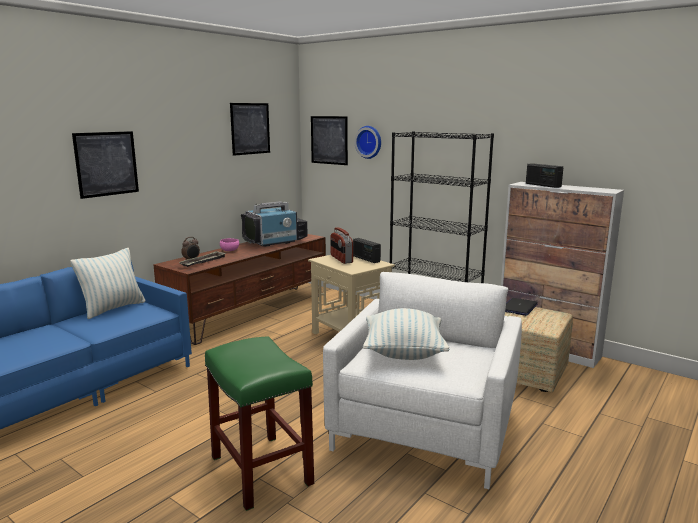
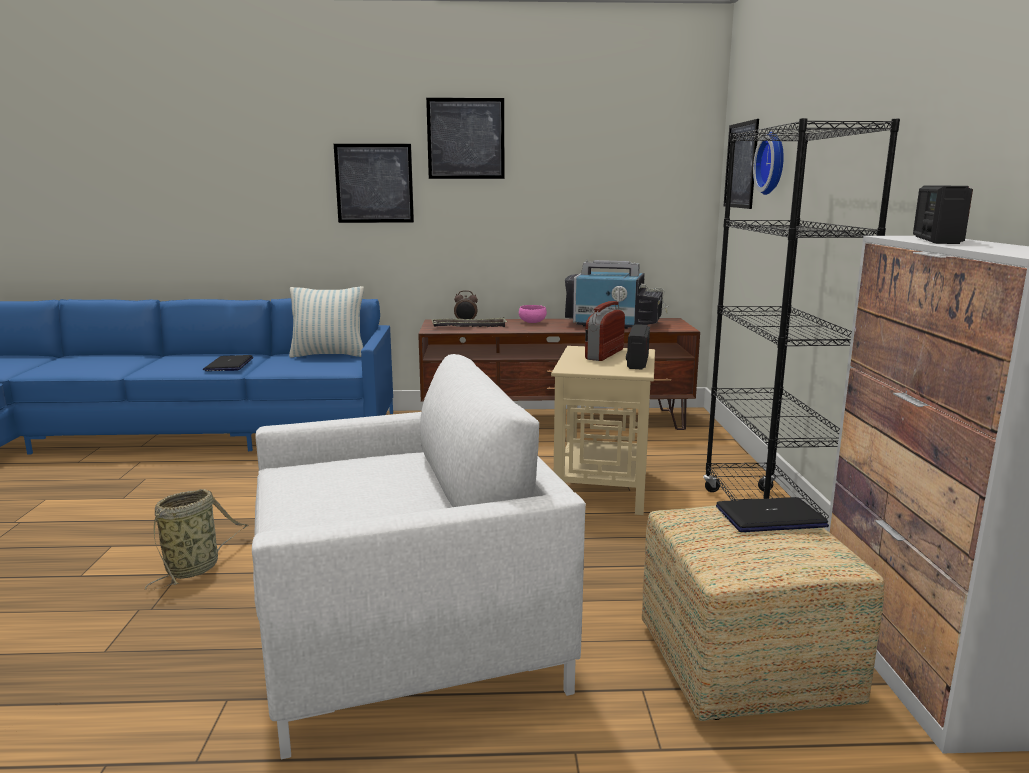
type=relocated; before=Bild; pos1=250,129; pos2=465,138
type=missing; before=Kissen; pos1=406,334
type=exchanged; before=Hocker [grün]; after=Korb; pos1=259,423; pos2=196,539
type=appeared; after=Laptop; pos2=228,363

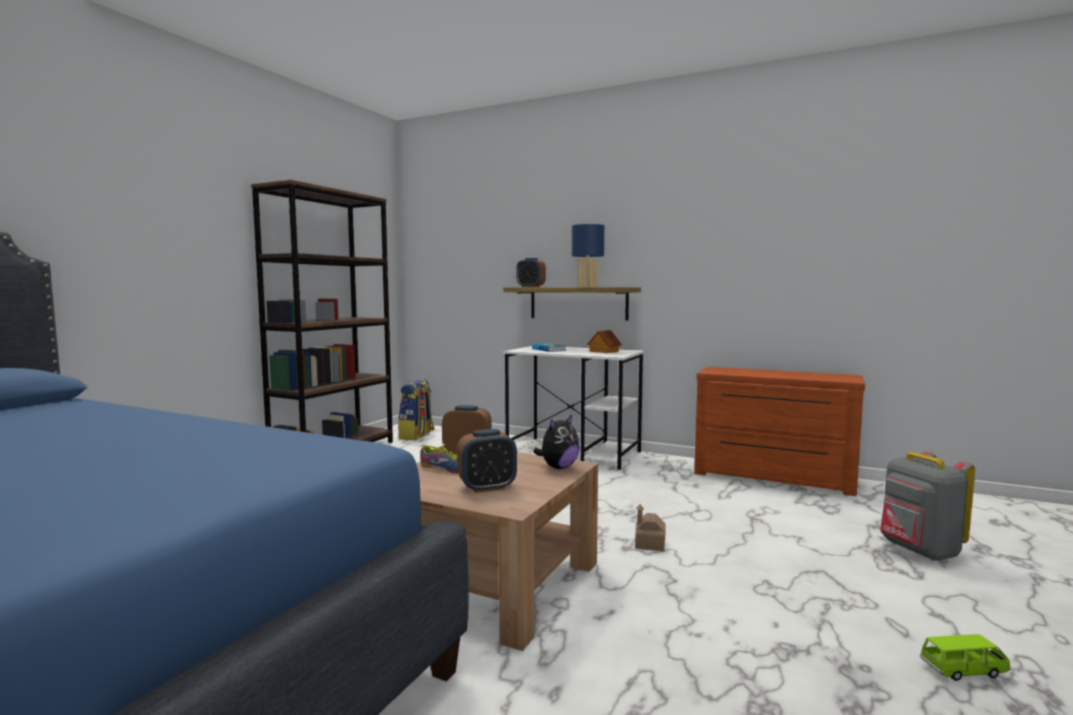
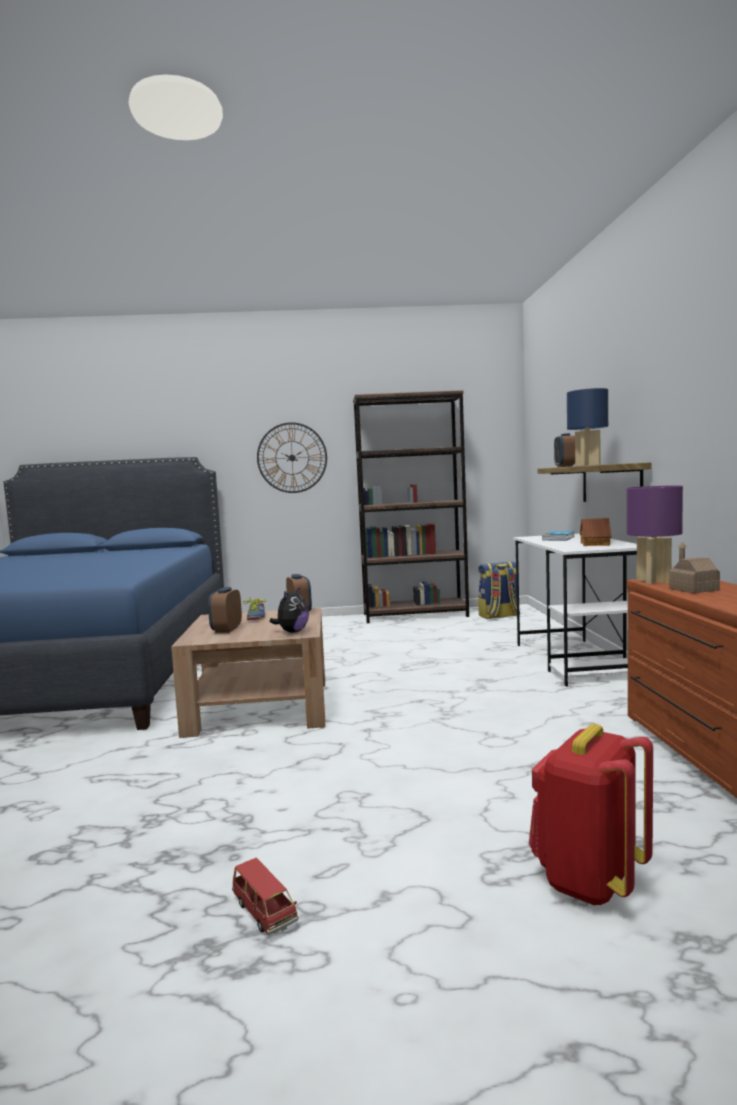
type=spun; before=Plüschtier; pos1=556,442; pos2=289,610; turn=-75
type=spun; before=Wecker; pos1=487,461; pos2=225,610; turn=60
type=colour; before=Rucksack [grau]; after=Rucksack [rot]; pos1=927,506; pos2=591,814
type=relocated; before=Spielzeughaus; pos1=650,527; pos2=694,567
type=colour; before=Spielzeugauto [grün]; after=Spielzeugauto [rot]; pos1=965,657; pos2=265,896
type=appeared; after=Wanduhr; pos2=292,457
type=appeared; after=Tischlampe [lila]; pos2=654,534

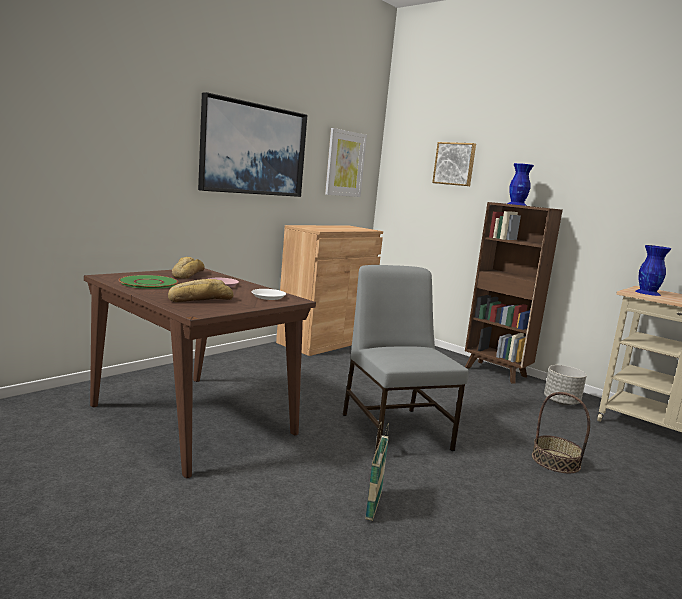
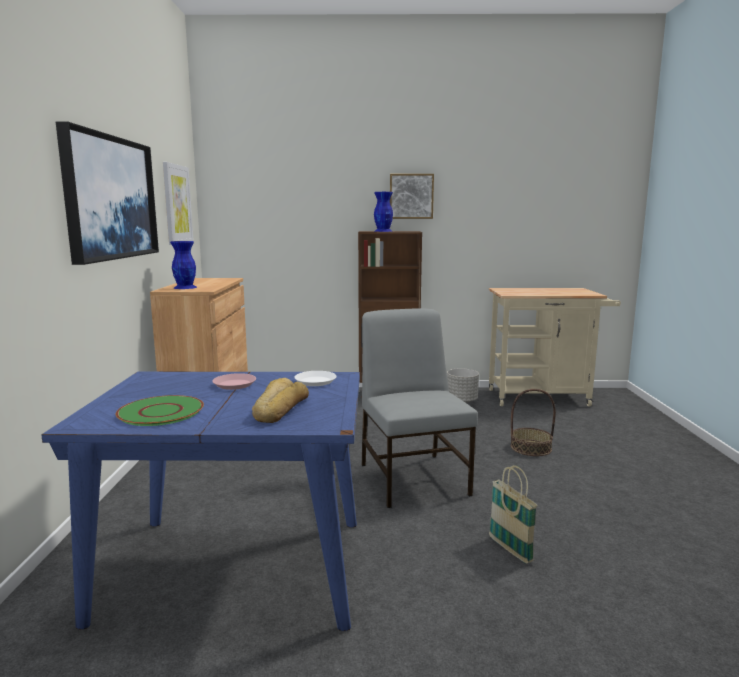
type=relocated; before=Bild; pos1=454,164; pos2=412,196
type=relocated; before=Vase [blau]; pos1=653,270; pos2=183,265
type=missing; before=Brot; pos1=188,268
type=spun; before=Stuhl [grau]; pos1=406,358; pos2=420,408; turn=45
type=colour; before=Esstisch [braun]; after=Esstisch [blau]; pos1=200,373; pos2=200,501

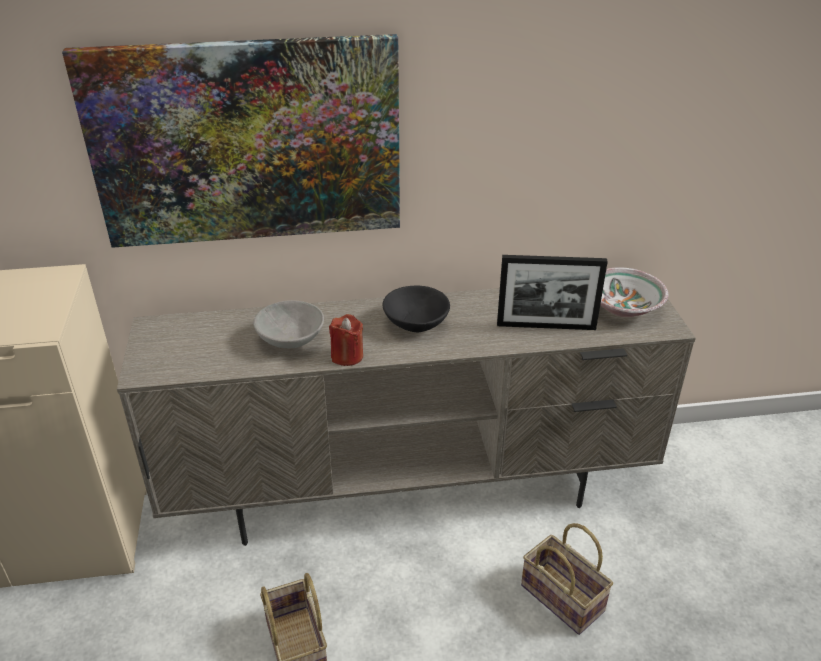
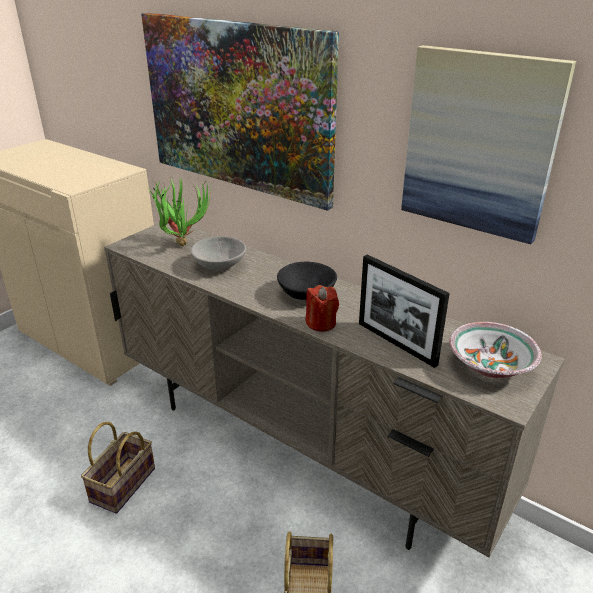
type=relocated; before=Kerze [rot]; pos1=346,340; pos2=322,308
type=appeared; after=Bild; pos2=488,144
type=appeared; after=Topfpflanze; pos2=179,212

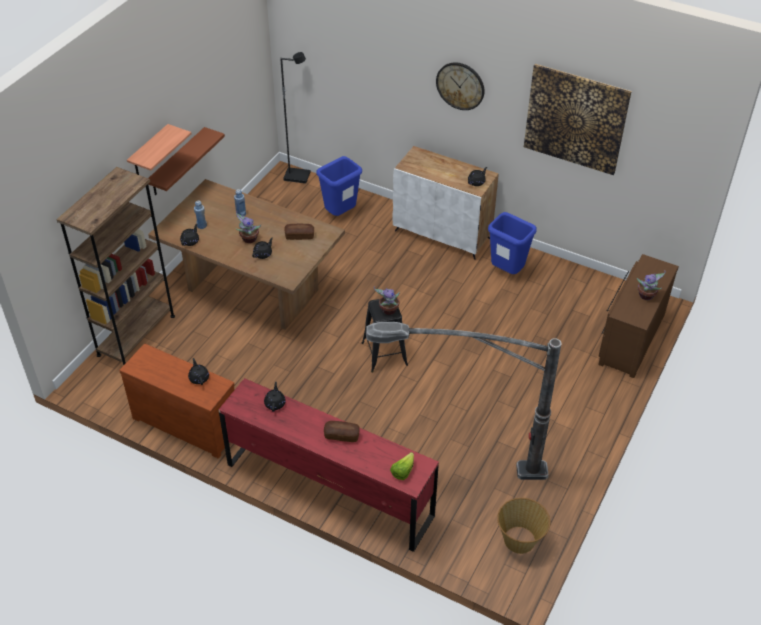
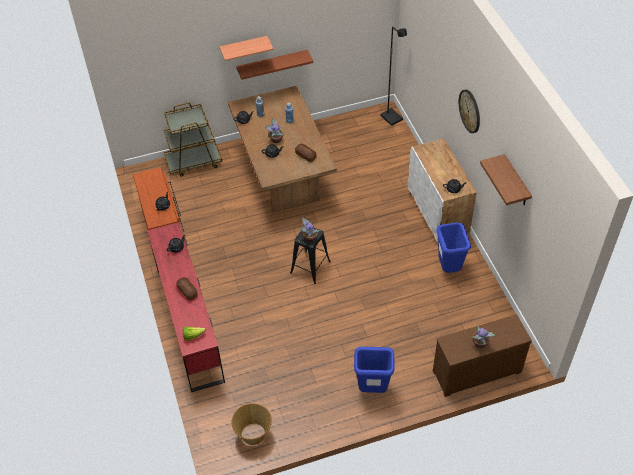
type=exchanged; before=Bild; after=Wandregal; pos1=578,119; pos2=506,179
type=relocated; before=Mülleimer [blau]; pos1=339,186; pos2=374,370
type=exchanged; before=Bücherregal [braun]; after=Rollwagen [braun]; pos1=115,266; pos2=193,140
type=missing; before=Stehlampe; pos1=463,401

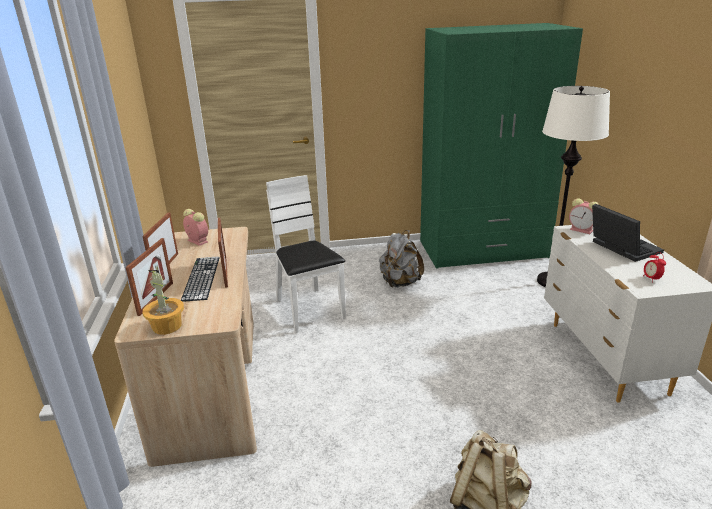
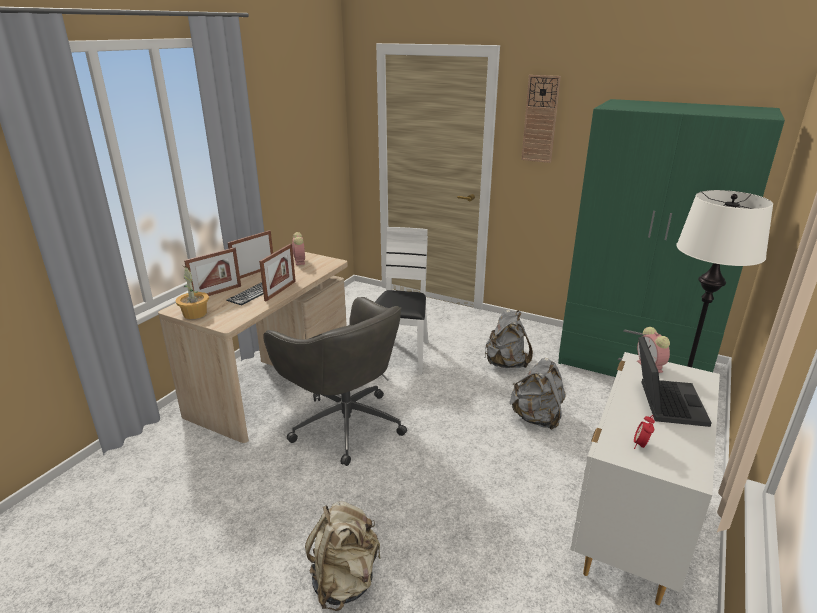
type=appeared; after=Wanduhr; pos2=541,119
type=appeared; after=Bürostuhl [grau]; pos2=335,381
type=appeared; after=Rucksack [grau]; pos2=537,394

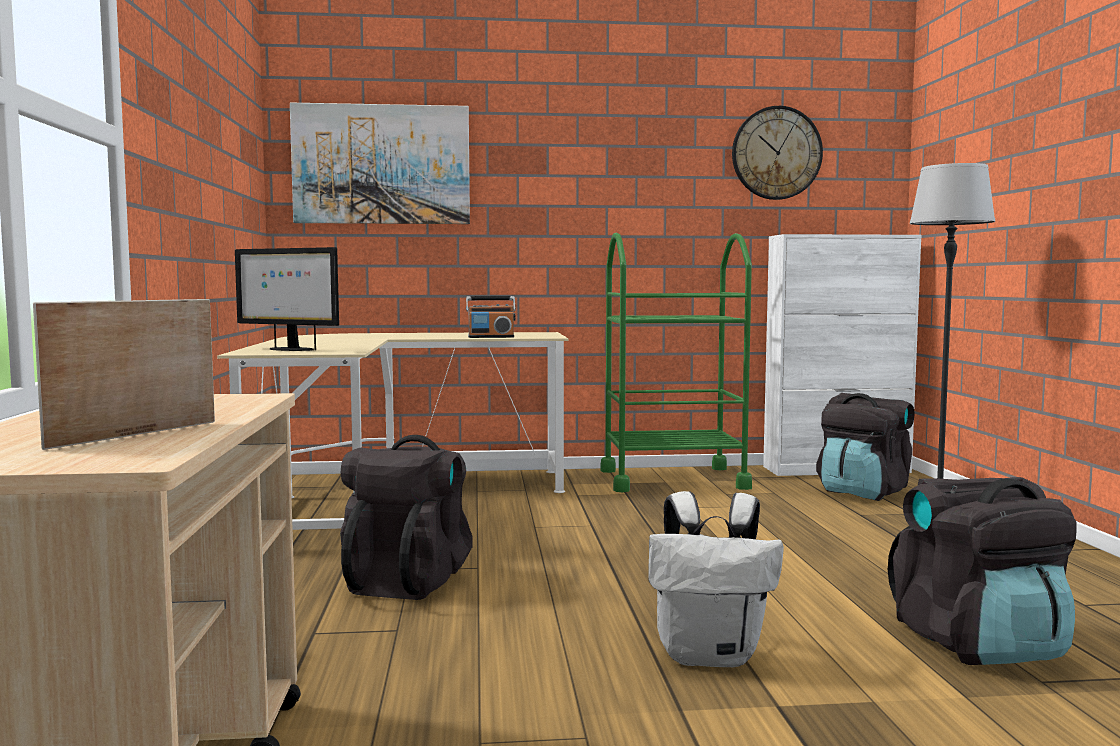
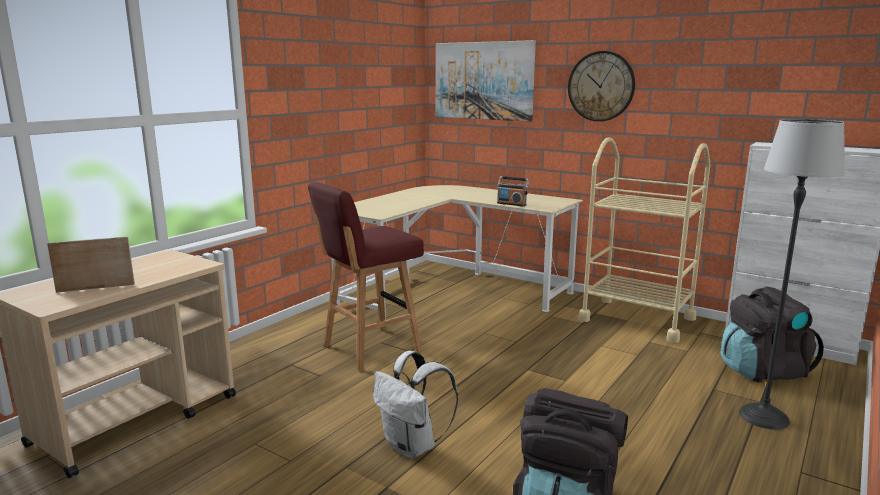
type=relocated; before=Wanduhr; pos1=777,153; pos2=601,86
type=colour; before=Rollwagen [grün]; after=Rollwagen [beige]; pos1=676,362; pos2=644,240
type=missing; before=Monitor; pos1=287,299
type=exchanged; before=Rucksack [schwarz]; after=Hocker [rot]; pos1=406,517; pos2=366,276

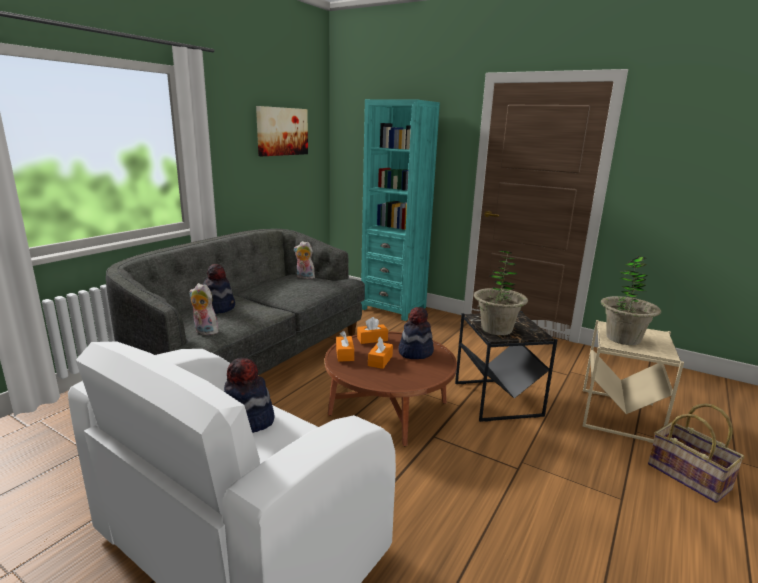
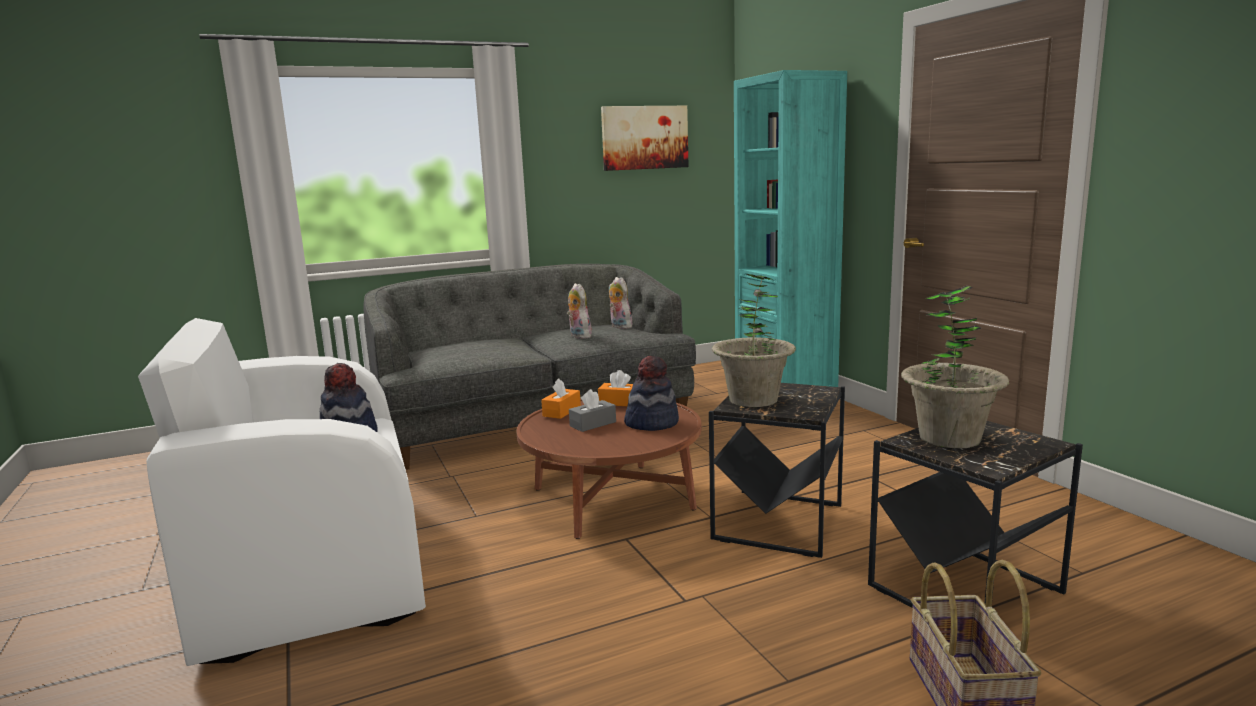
type=missing; before=Hut; pos1=219,289
type=relocated; before=Plüschtier; pos1=204,309; pos2=579,311
type=colour; before=Beistelltisch [beige]; after=Beistelltisch [schwarz]; pos1=633,381; pos2=975,514
type=colour; before=Taschentuchbox [orange]; after=Taschentuchbox [grau]; pos1=380,353; pos2=592,410

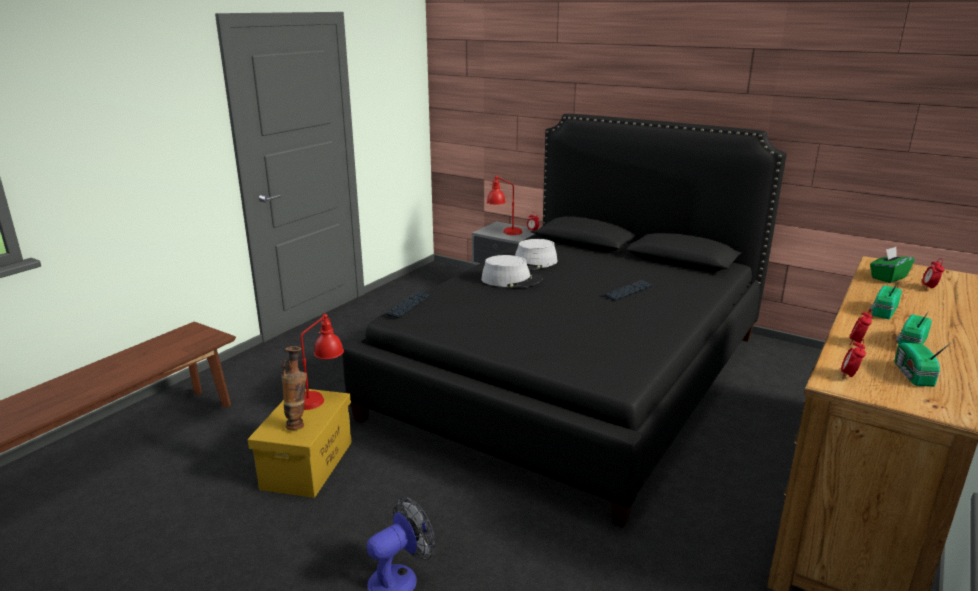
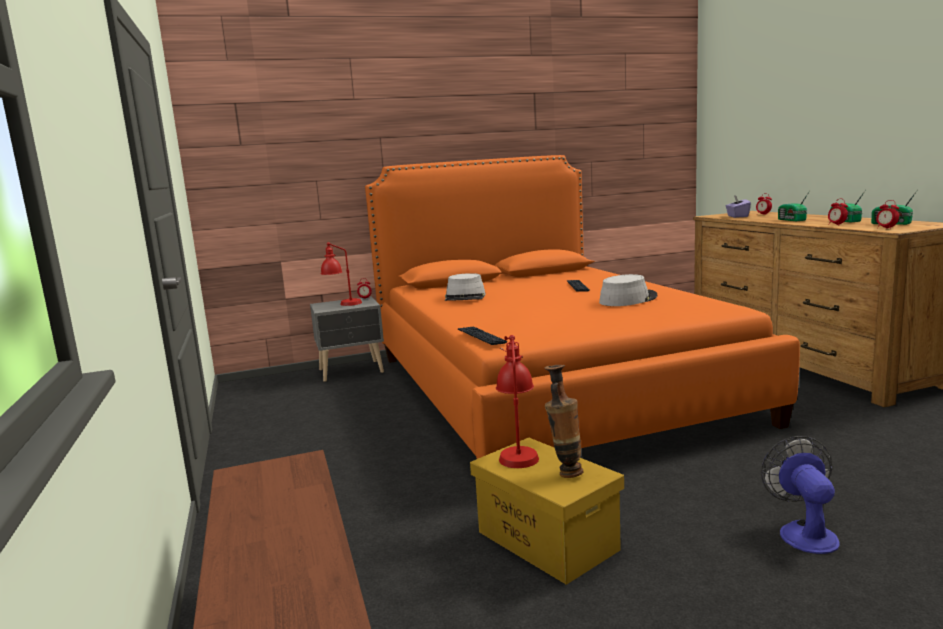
type=colour; before=Bett [schwarz]; after=Bett [orange]; pos1=564,321; pos2=582,307
type=colour; before=Taschentuchbox [grün]; after=Taschentuchbox [lila]; pos1=892,265; pos2=738,206
type=relocated; before=Hut [grau]; pos1=511,271; pos2=628,290

